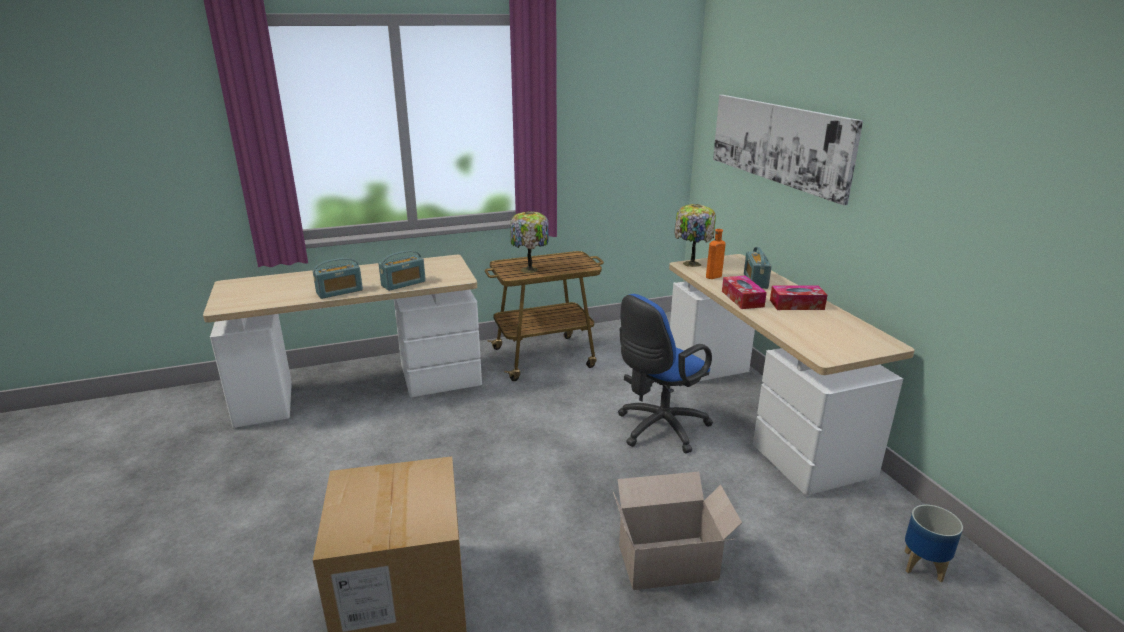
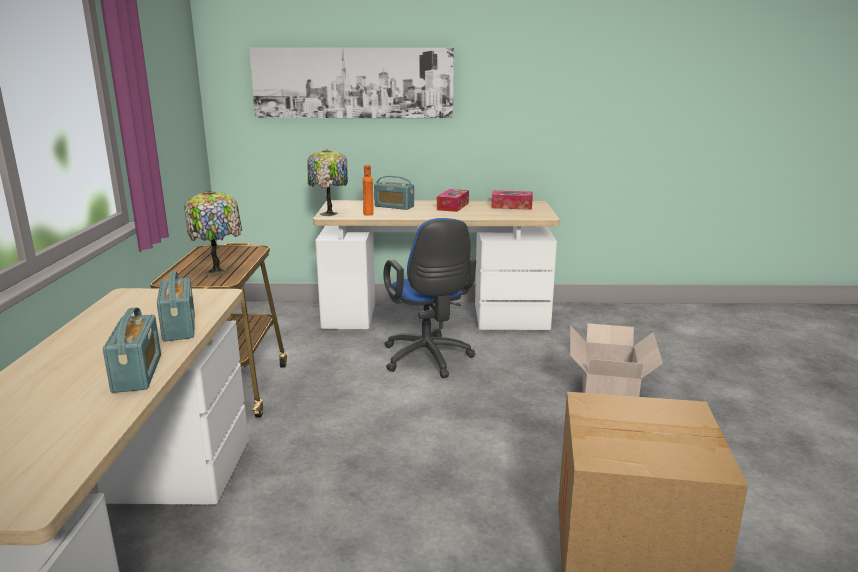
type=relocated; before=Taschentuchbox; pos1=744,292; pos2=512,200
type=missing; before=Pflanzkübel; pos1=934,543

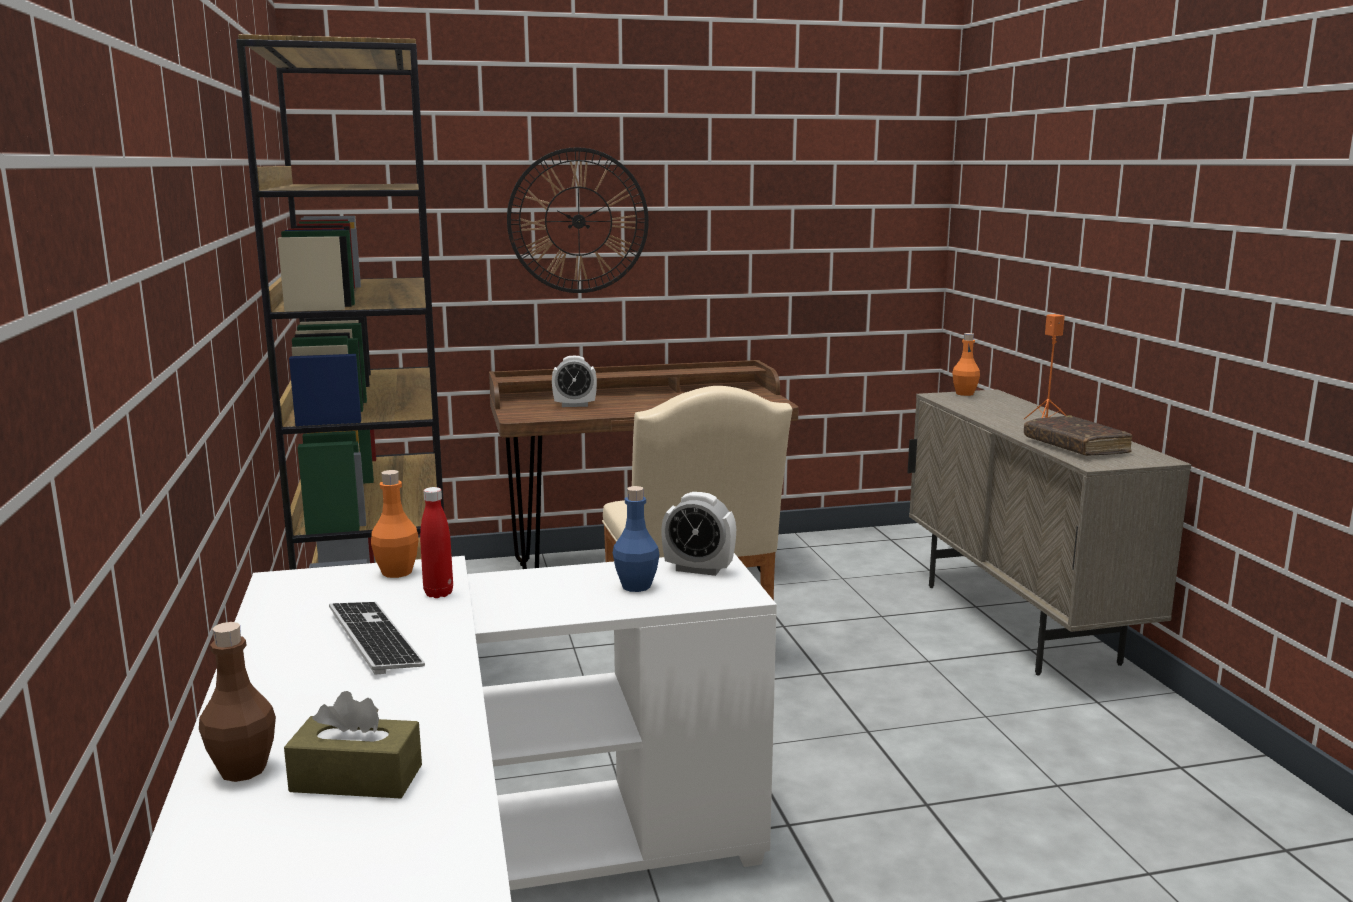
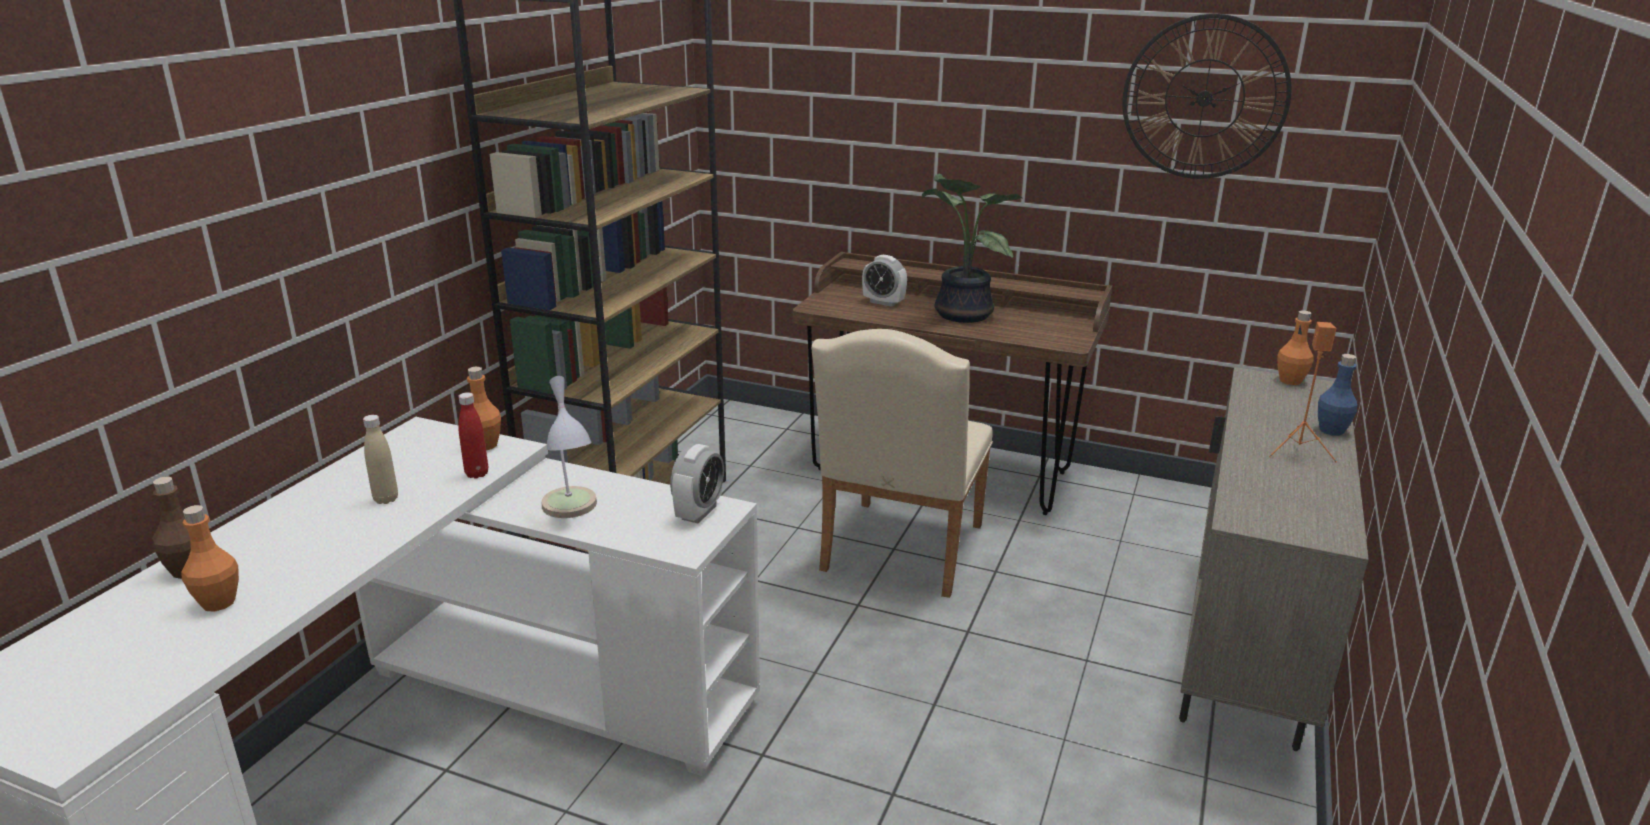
type=relocated; before=Wanduhr; pos1=578,220; pos2=1207,96
type=missing; before=Buch [braun]; pos1=1078,435
type=relocated; before=Flasche [blau]; pos1=636,539; pos2=1337,395
type=spun; before=Wecker; pos1=698,534; pos2=697,484; turn=-120
type=exchanged; before=Tastatur; after=Flasche [beige]; pos1=377,638; pos2=380,459
type=exchanged; before=Taschentuchbox [braun]; after=Flasche [orange]; pos1=353,744; pos2=210,558
type=appeared; after=Topfpflanze; pos2=972,248
type=appeared; after=Tischlampe; pos2=569,447

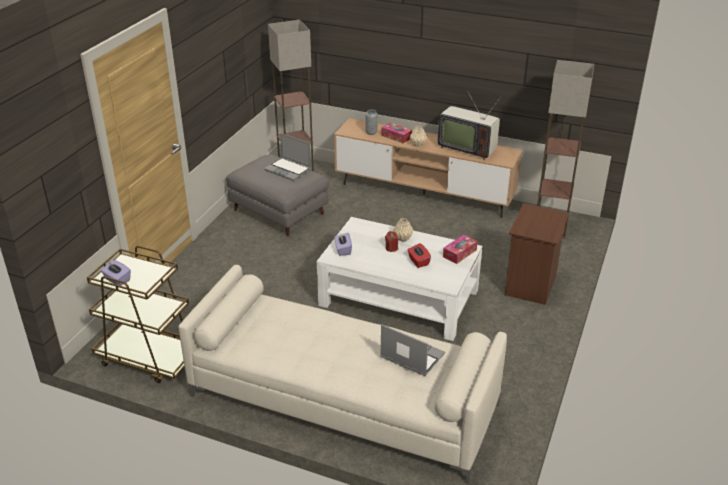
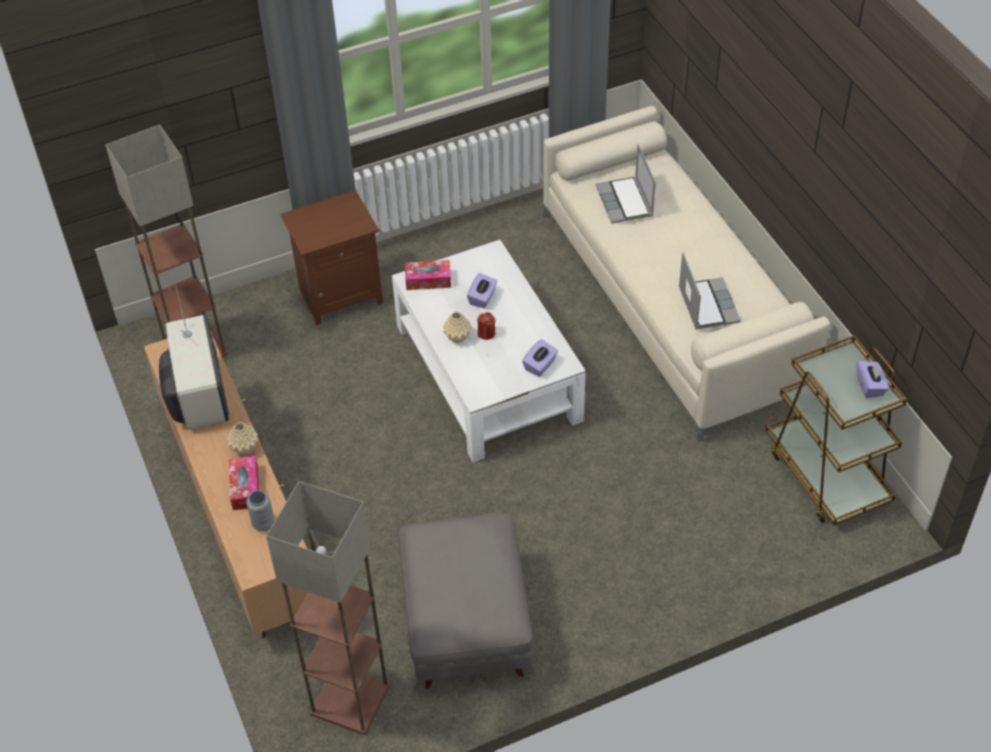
type=relocated; before=Laptop; pos1=287,157; pos2=710,291
type=colour; before=Taschentuchbox [rot]; after=Taschentuchbox [lila]; pos1=419,255; pos2=482,290

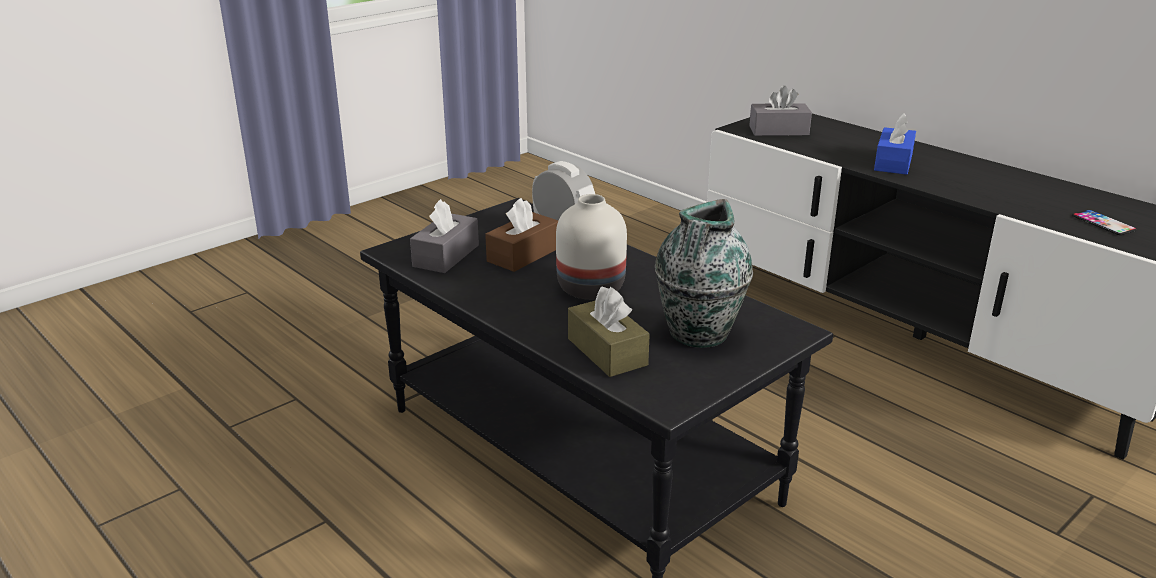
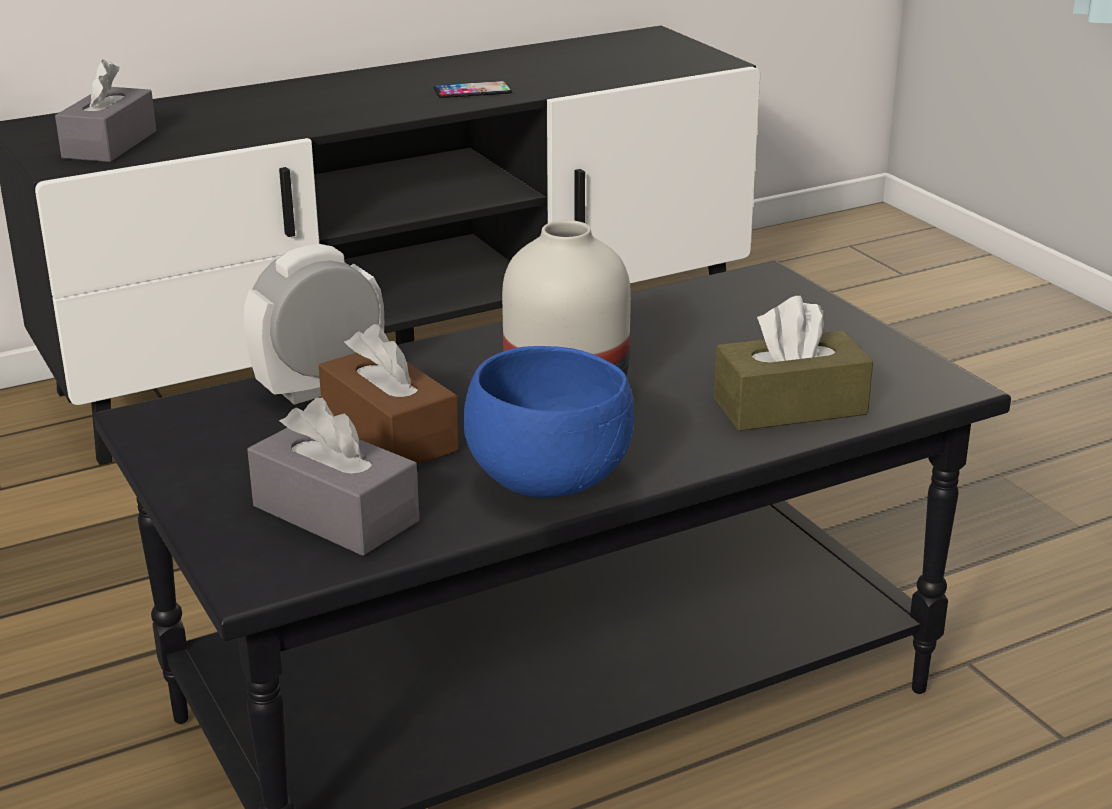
type=missing; before=Taschentuchbox [blau]; pos1=895,144
type=missing; before=Vase; pos1=704,273
type=relocated; before=Handy; pos1=1104,222; pos2=473,89
type=appeared; after=Schüssel [blau]; pos2=548,422

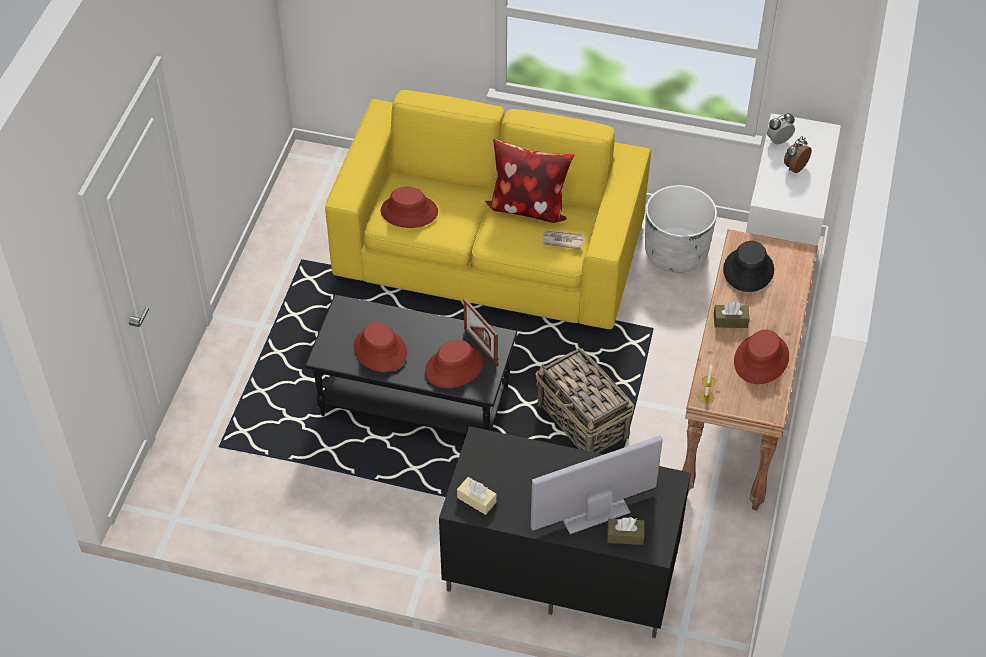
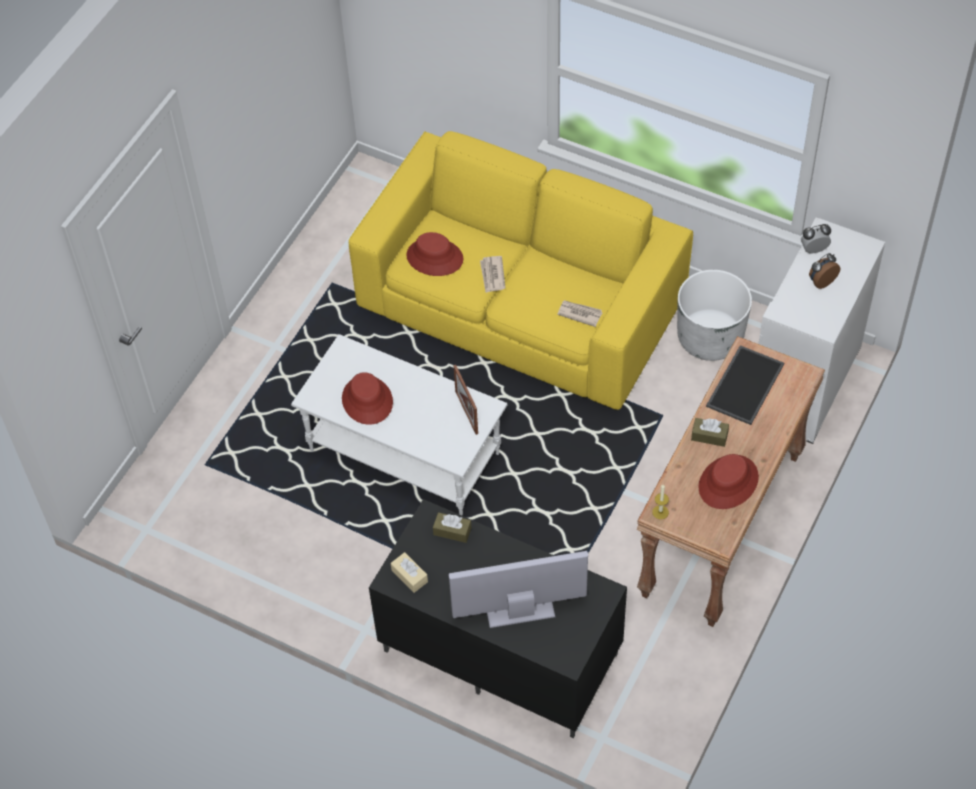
type=missing; before=Kissen; pos1=529,181
type=exchanged; before=Hut [schwarz]; after=Tablett; pos1=748,266; pos2=745,385
type=colour; before=Couchtisch [schwarz]; after=Couchtisch [weiß]; pos1=411,365; pos2=399,424
type=missing; before=Hut [rot]; pos1=454,364
type=missing; before=Korb; pos1=584,400
type=relocated; before=Taschentuchbox [braun]; pos1=626,531; pos2=452,527
type=appeared; after=Zeitung; pos2=492,274

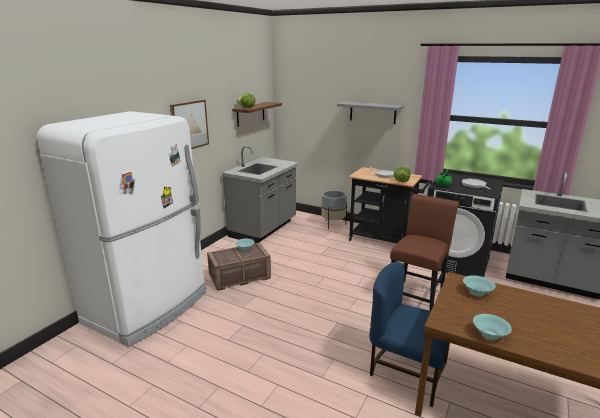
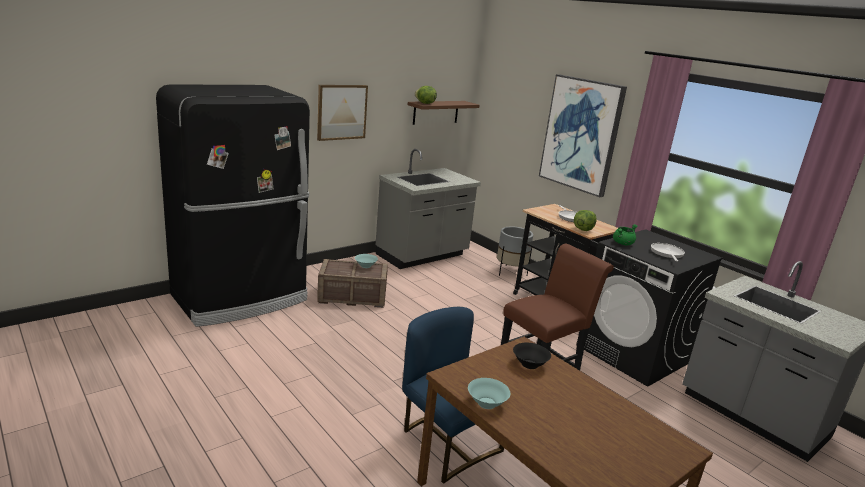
type=exchanged; before=Wandregal [grau]; after=Bild; pos1=370,113; pos2=583,135
type=colour; before=Kühlschrank [weiß]; after=Kühlschrank [schwarz]; pos1=122,229; pos2=233,205
type=colour; before=Schüssel [türkis]; after=Schüssel [schwarz]; pos1=479,285; pos2=532,356

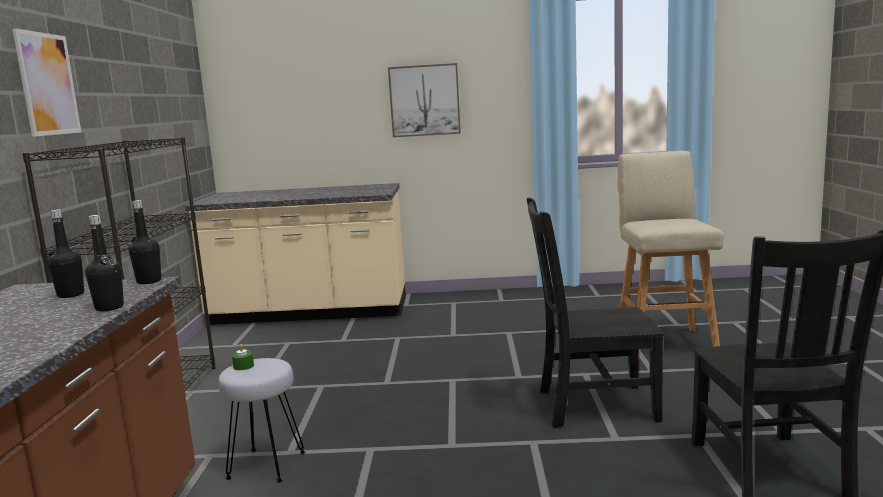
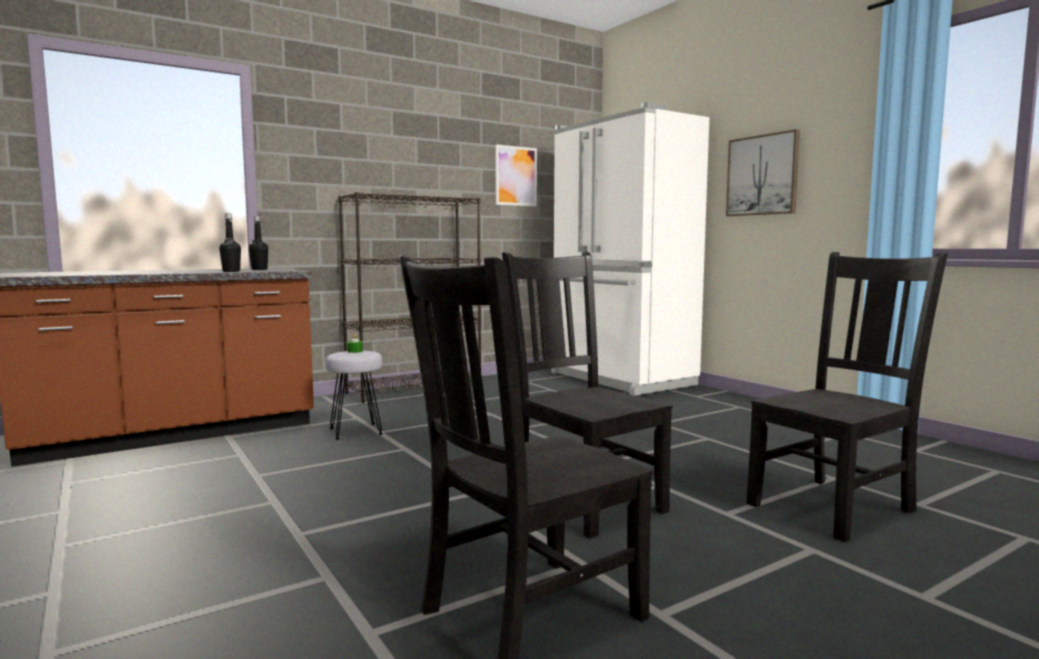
type=relocated; before=Bild; pos1=46,82; pos2=516,175
type=exchanged; before=Hocker [beige]; after=Stuhl [schwarz]; pos1=671,255; pos2=847,397
type=exchanged; before=Küchenzeile [beige]; after=Kühlschrank [weiß]; pos1=295,254; pos2=630,249
type=missing; before=Flasche [schwarz]; pos1=145,242

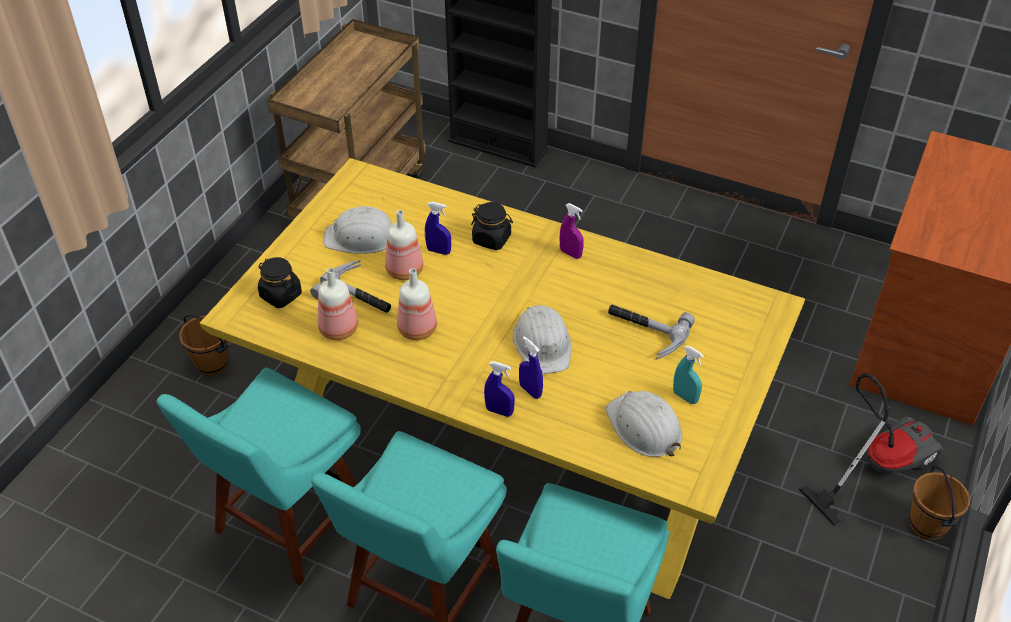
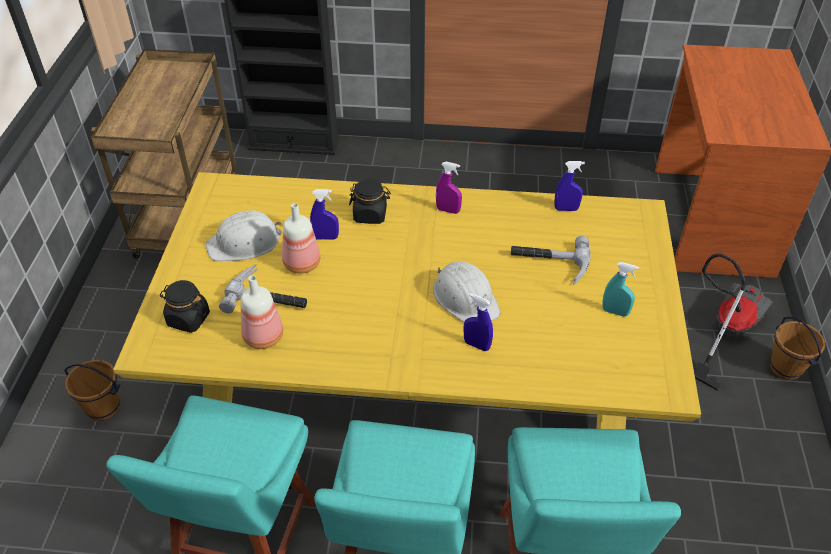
type=missing; before=Flasche; pos1=417,304
type=relocated; before=Sprühflasche [blau]; pos1=499,389; pos2=569,186
type=missing; before=Schutzhelm [weiß]; pos1=644,424

